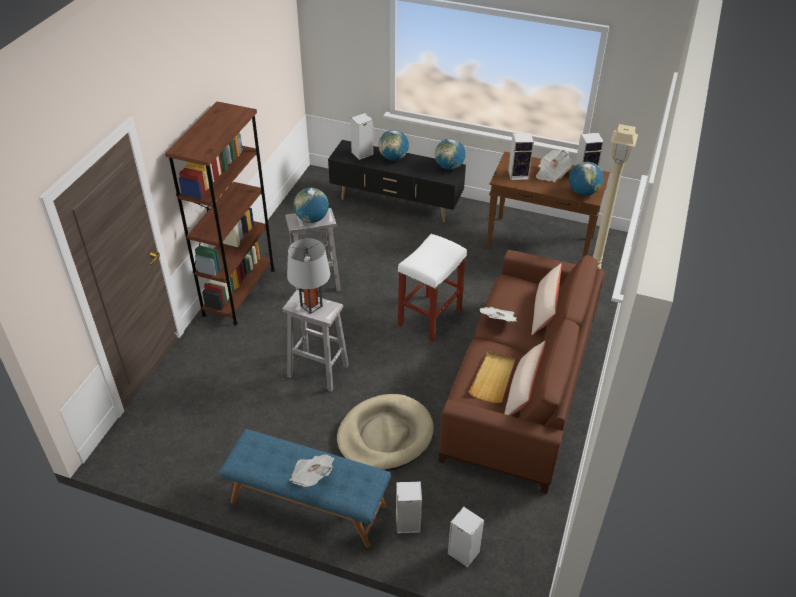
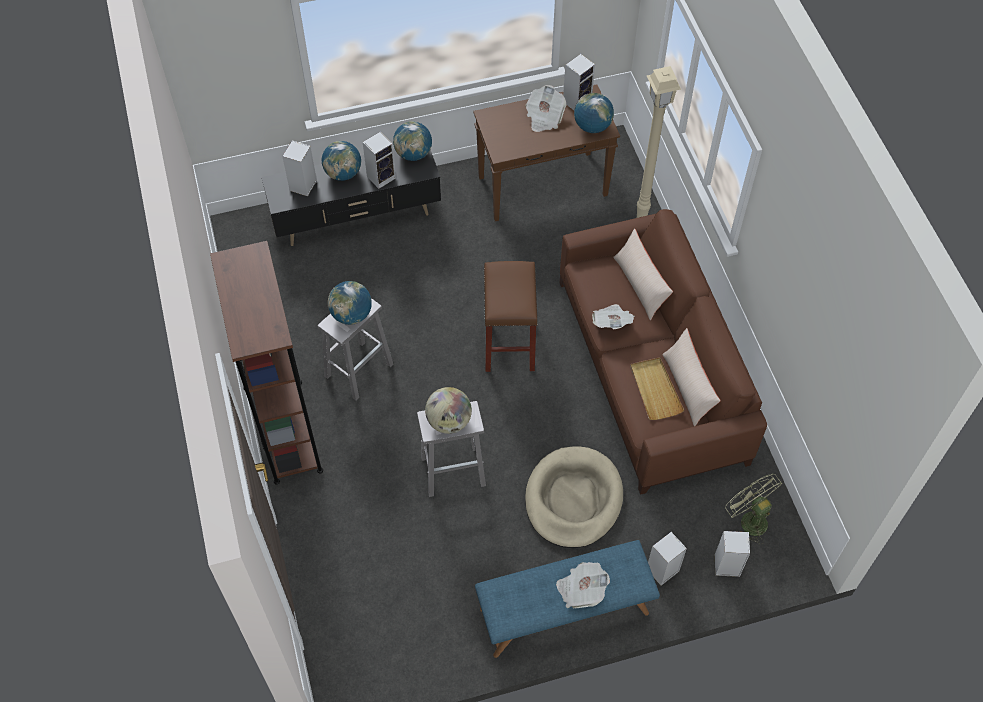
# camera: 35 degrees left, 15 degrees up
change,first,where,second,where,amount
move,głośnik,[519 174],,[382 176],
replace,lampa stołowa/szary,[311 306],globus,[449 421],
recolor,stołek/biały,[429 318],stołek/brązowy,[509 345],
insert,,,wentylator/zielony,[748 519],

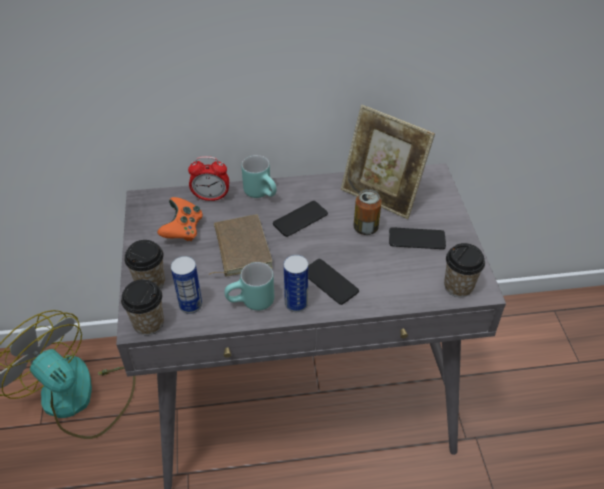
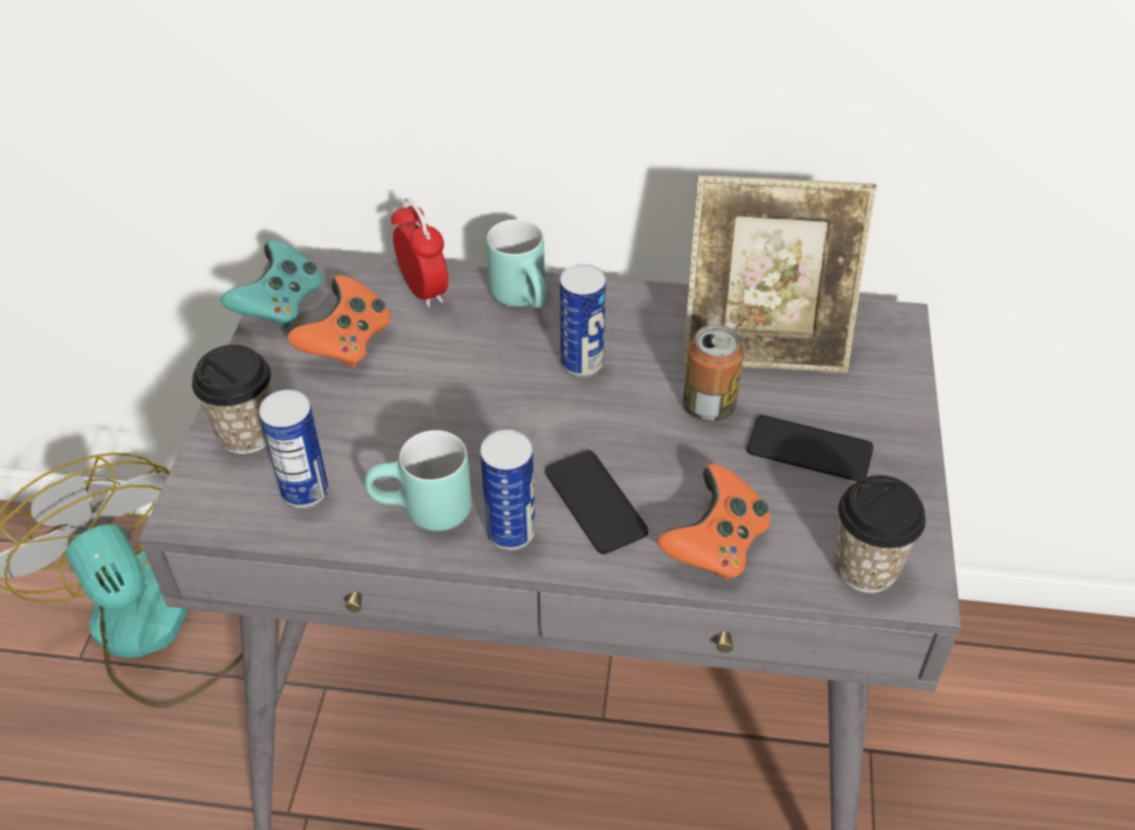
# camera: 15 degrees right, 0 degrees up
change,first,where,second,where,amount
insert,,,pad do gier/turkusowy,[280 305],
rotate,budzik,[211 197],,[424 290],135 degrees counterclockwise
replace,telefon,[300 219],puszka,[582 364],
insert,,,pad do gier/pomarańczowy,[715 545],
rotate,ramka na zdjęcie,[381 196],,[764 347],45 degrees counterclockwise
delete,filiżanka,[148 323],,,
delete,książka/brązowy,[240 248],,,

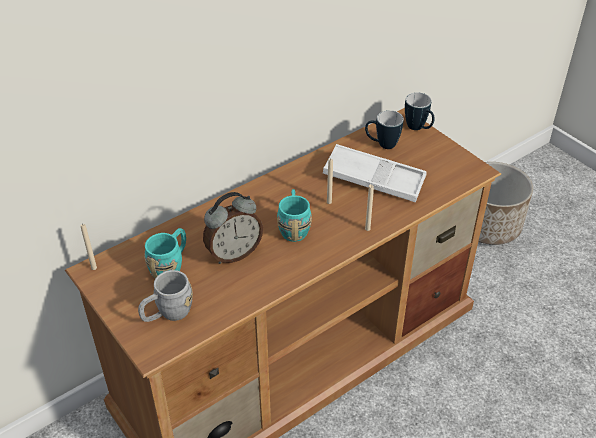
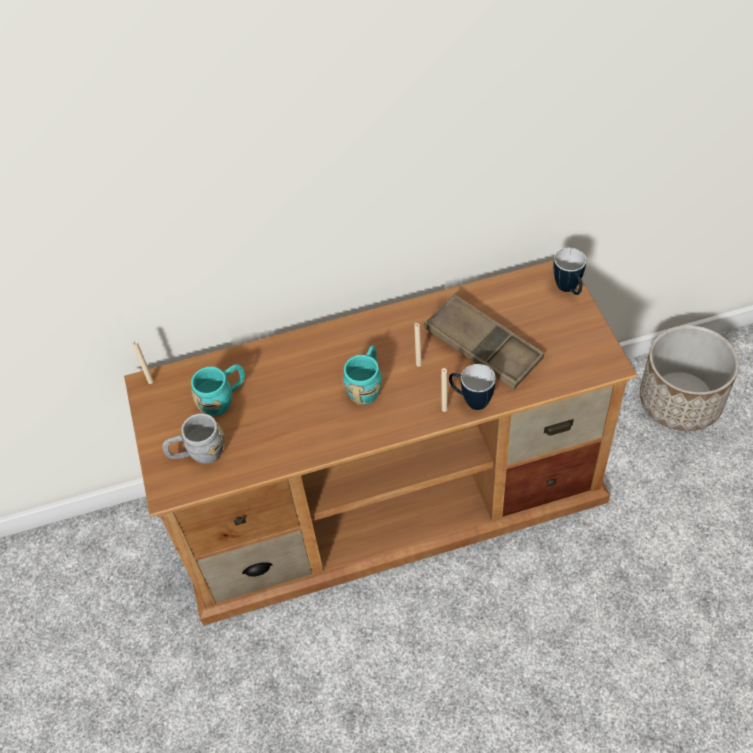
# camera: 25 degrees right, 10 degrees up
change,first,where,second,where,amount
recolor,taca/biały,[374 179],taca/brązowy,[483 347],
move,kubek,[382 144],,[471 400],
delete,budzik,[234 253],,,

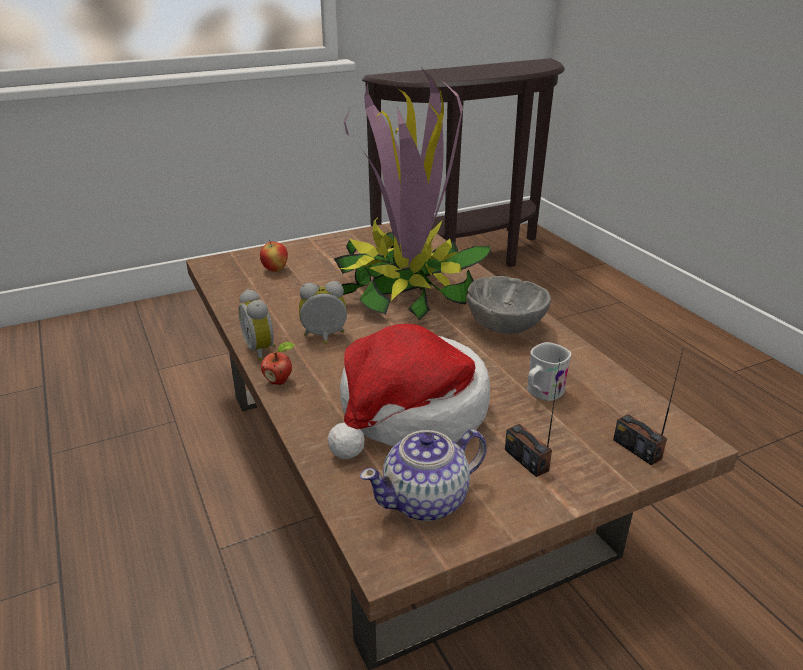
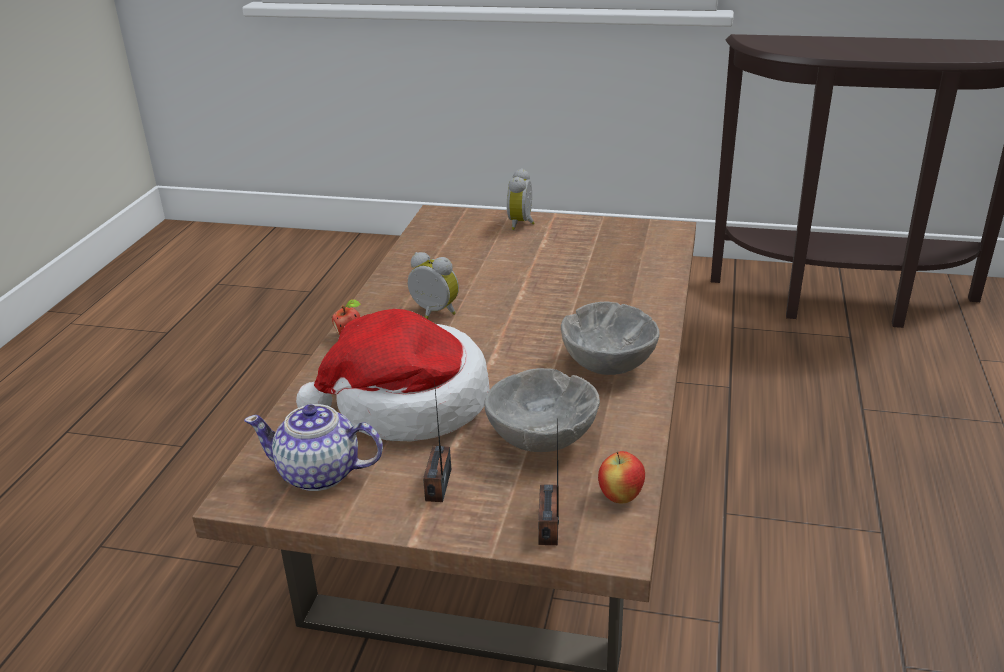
# camera: 40 degrees right, 0 degrees up
change,first,where,second,where,amount
replace,kubek/biały,[541 393],miska/szary,[542 439],
move,budzik,[262 350],,[522 224],
move,jabłko,[275 270],,[620 497],
delete,roślina doniczkowa,[406 289],,,

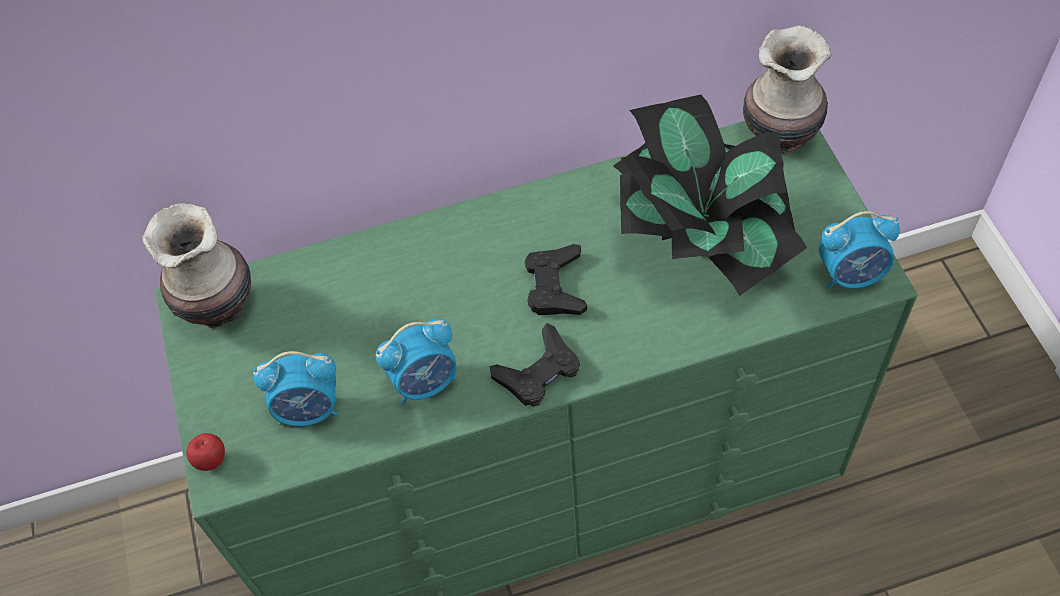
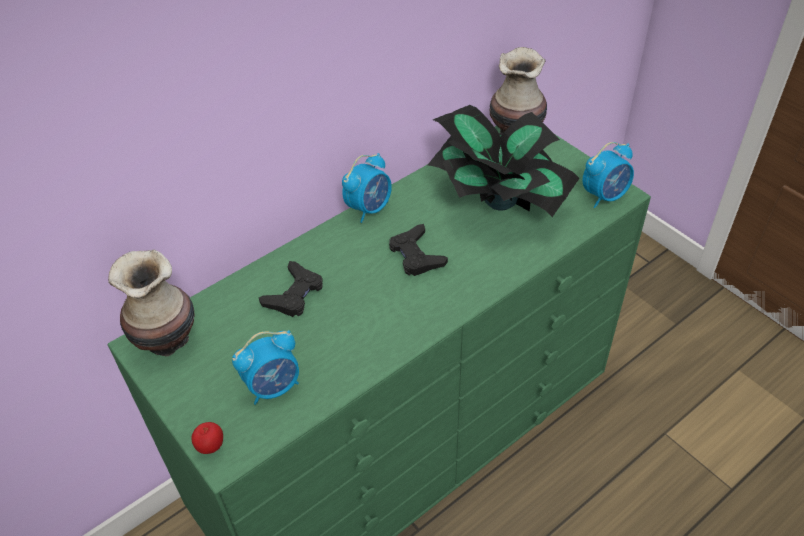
# camera: 25 degrees left, 10 degrees down
change,first,where,second,where,amount
move,pad do gier/czarny,[538 372],,[294 294],
move,budzik,[425 382],,[369 208],

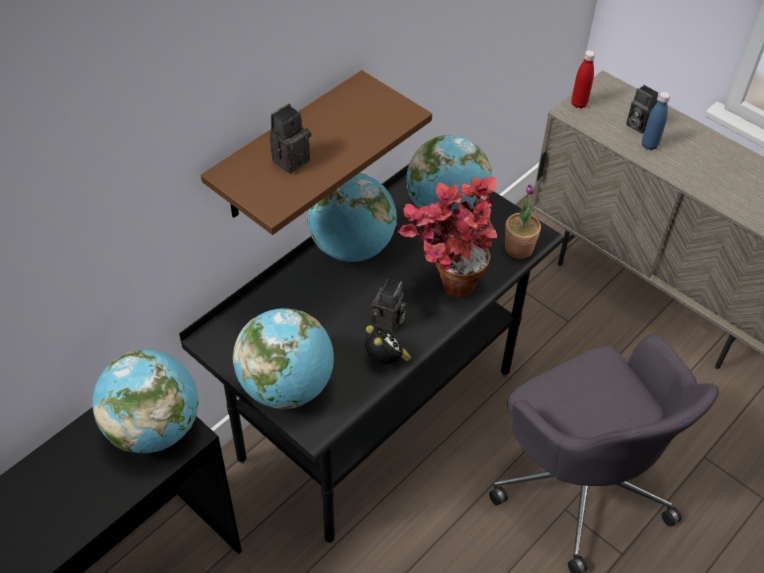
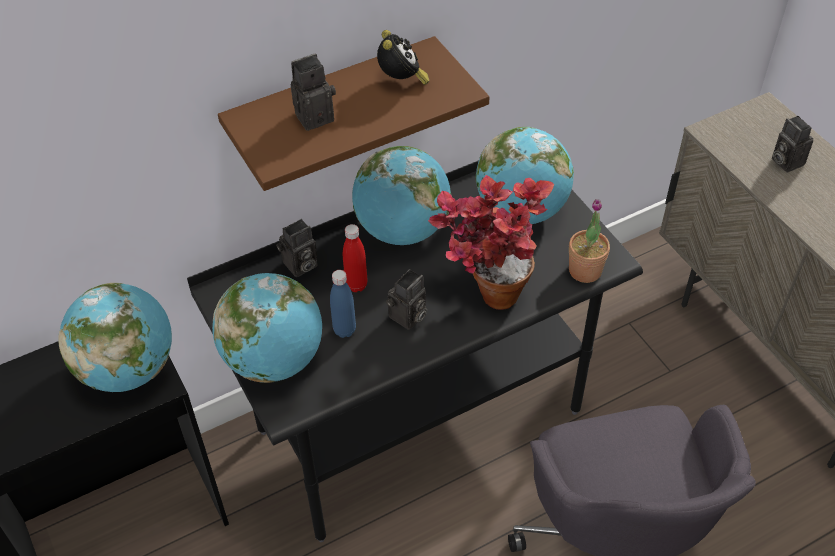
# camera: 20 degrees right, 0 degrees up
change,first,where,second,where,amount
insert,,,aparat fotograficzny,[300 266],
move,butelka/niebieski,[649 145],,[344 330],
move,butelka/czerwony,[579 104],,[356 285],
move,budzik,[385 360],,[401 81],

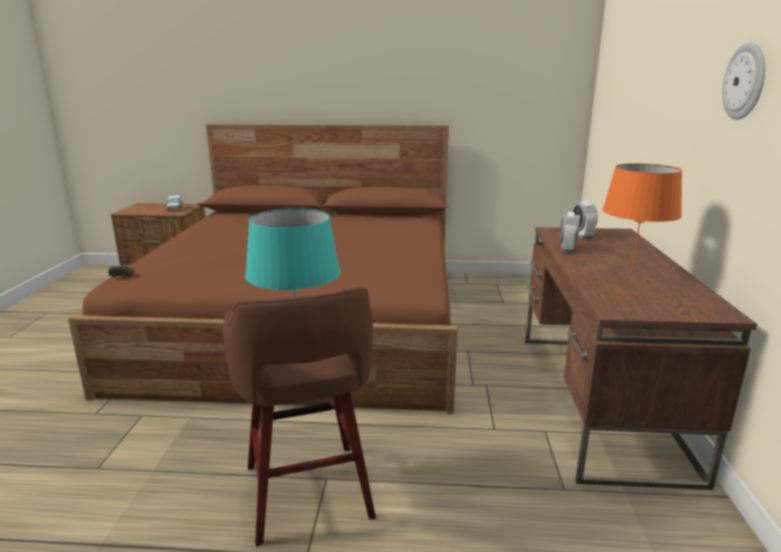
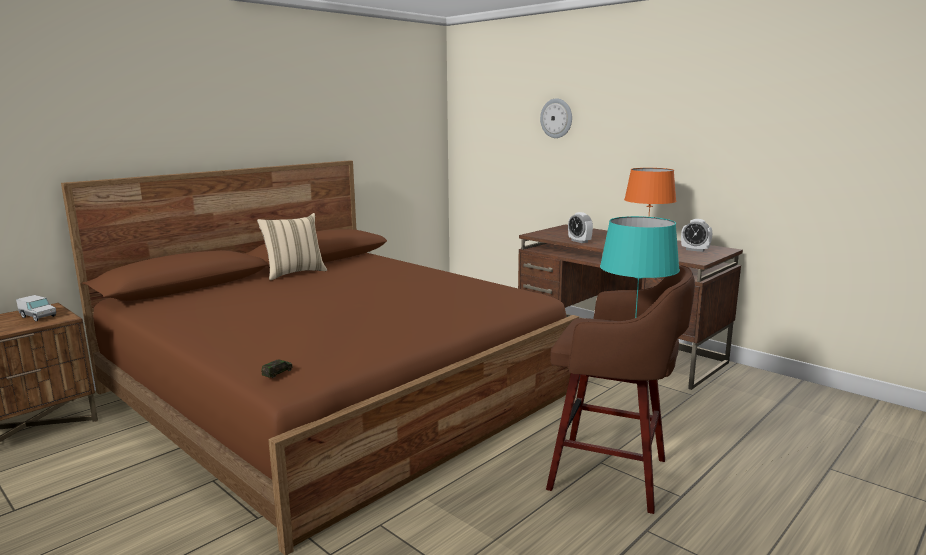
# camera: 50 degrees left, 5 degrees down
change,first,where,second,where,amount
insert,,,poduszka/beżowy,[294 273],
move,zegar ścienny,[745 82],,[556 118],
move,budzik,[582 235],,[695 250],

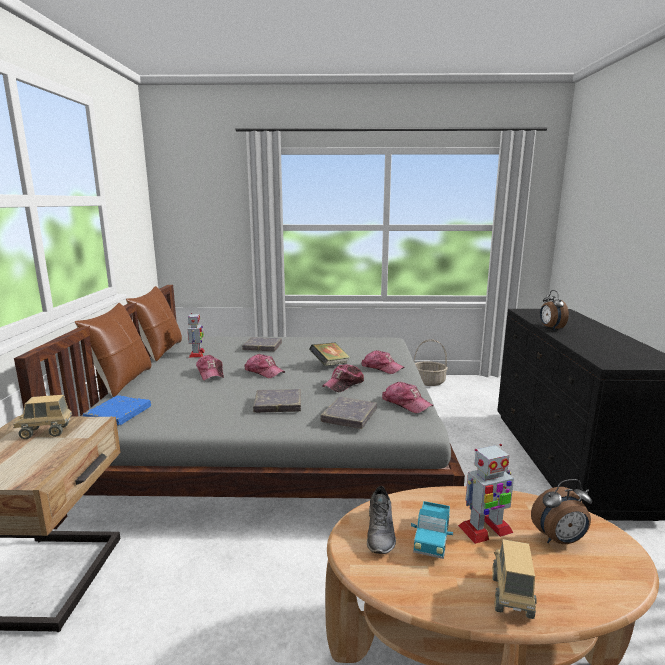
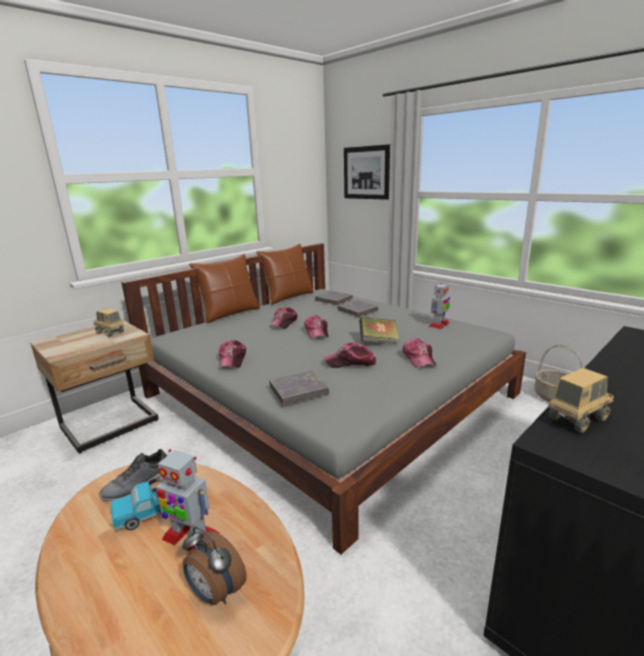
# camera: 45 degrees right, 5 degrees up
change,first,where,second,where,amount
move,czapka z daszkiem,[406 403],,[232 360],
move,książka/szary,[278 404],,[333 300],
insert,,,obraz,[366 173],
move,robot zabawkowy,[197 354],,[439 324],
move,ciężarówka zabawkowa,[511 597],,[577 419],
delete,książka/niebieski,[118 414],,,
delete,budzik,[550 328],,,

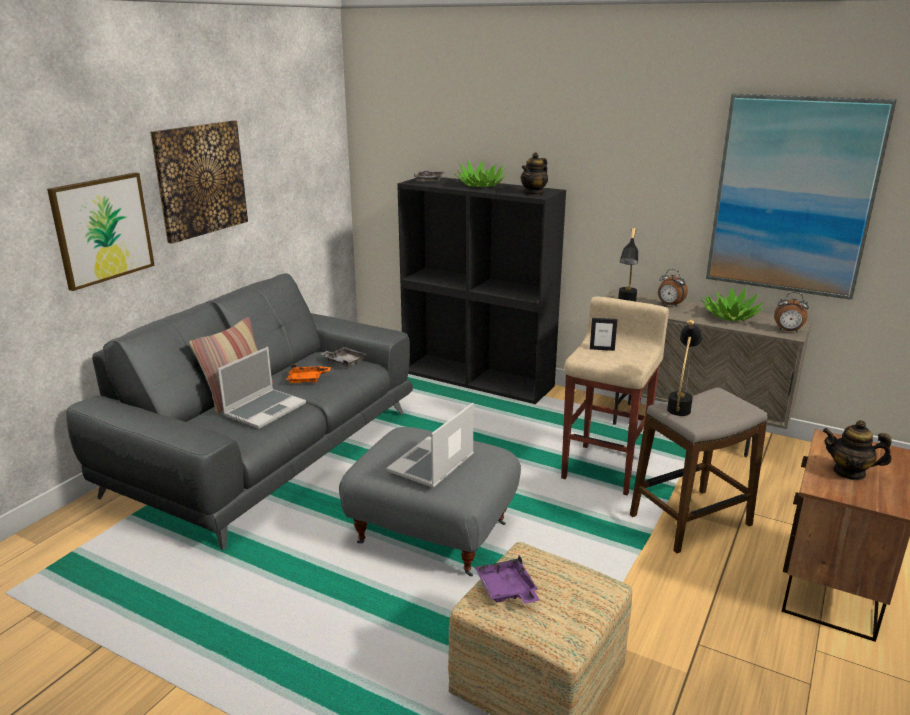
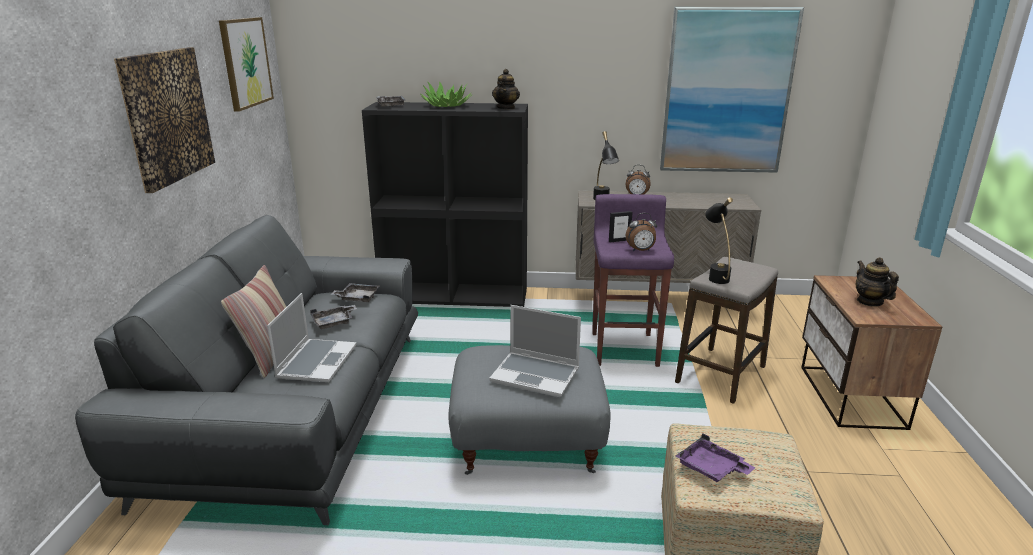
# camera: 25 degrees left, 0 degrees up
change,first,where,second,where,amount
move,obraz,[102 229],,[245 62],
recolor,taca/pomarańczowy,[307 379],taca/szary,[334 322],
rotate,laptop,[431 465],,[536 375],75 degrees counterclockwise
recolor,stołek/beżowy,[606 469],stołek/fioletowy,[625 349],
move,budzik,[788 331],,[640 250],
rotate,imbryk,[849 472],,[869 302],75 degrees clockwise
delete,roślina doniczkowa,[730 316],,,

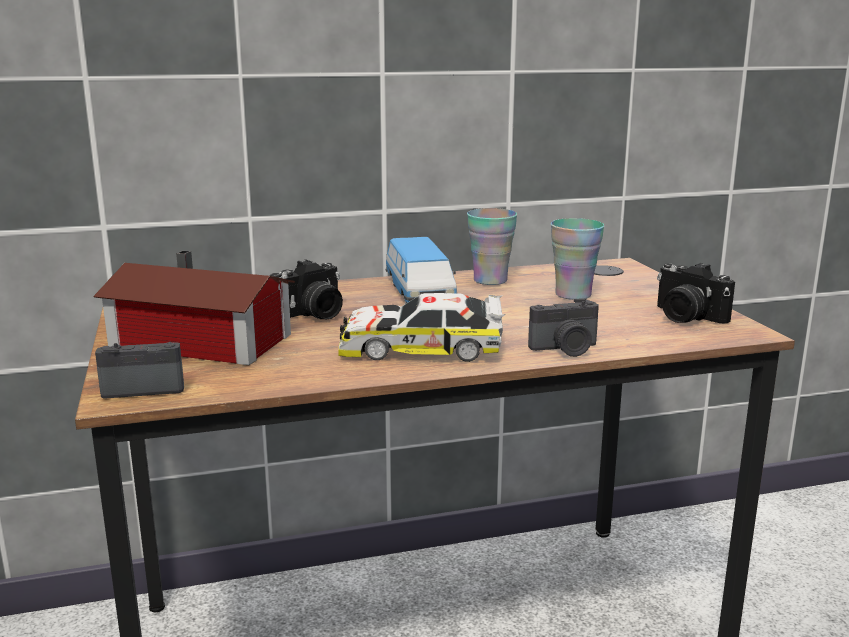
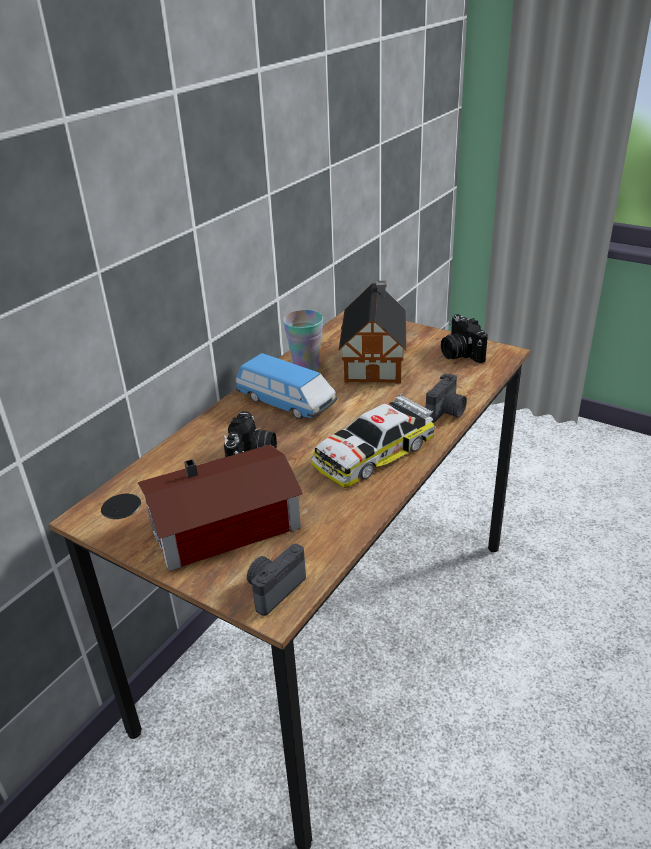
# camera: 40 degrees left, 15 degrees up
change,first,where,second,where,amount
replace,filiżanka,[573 295],domek,[375 360],
rotate,aparat fotograficzny,[685 317],,[459 353],60 degrees clockwise

